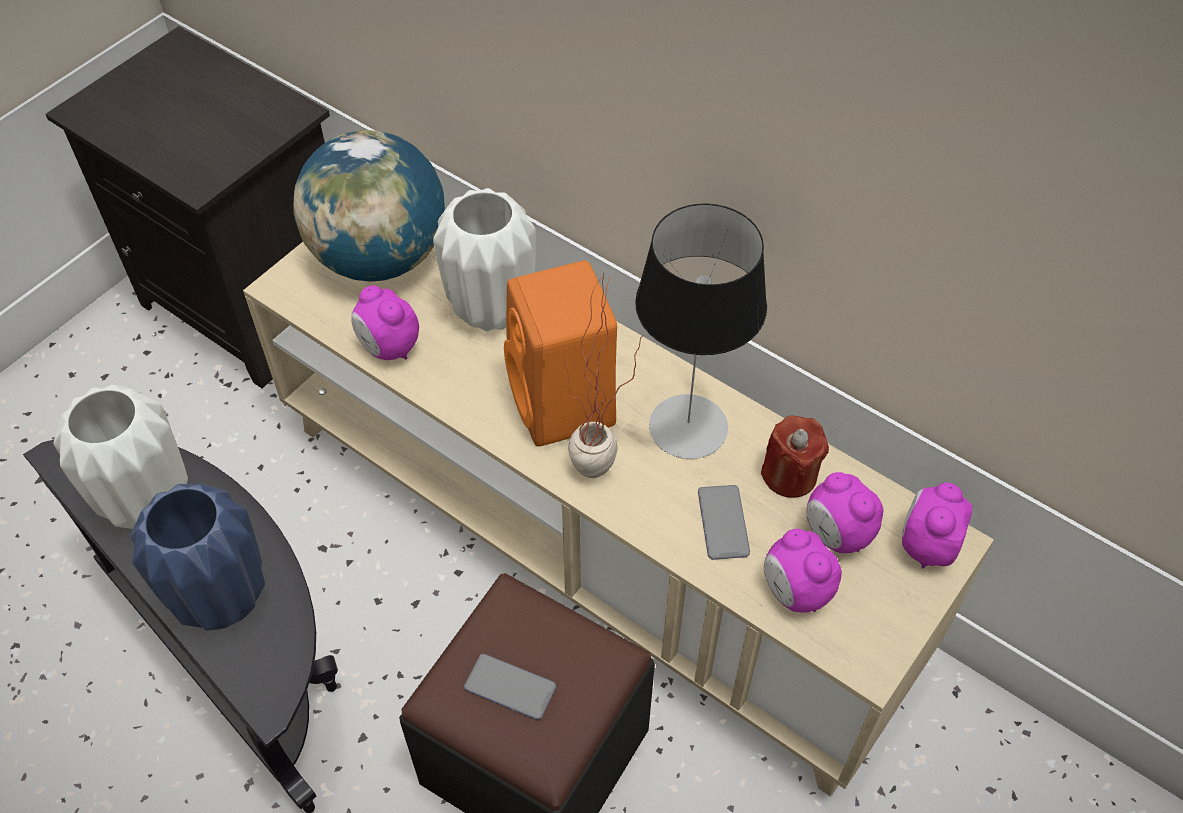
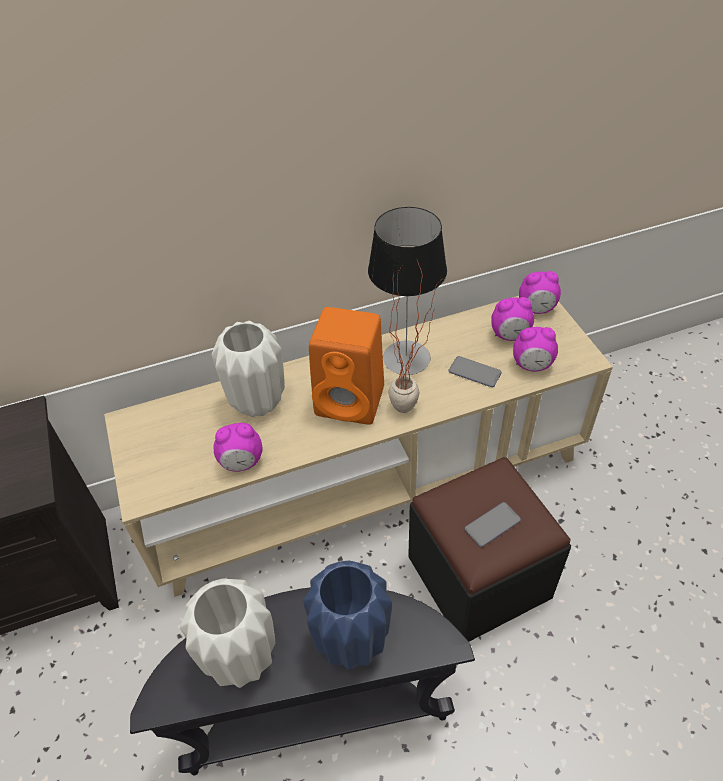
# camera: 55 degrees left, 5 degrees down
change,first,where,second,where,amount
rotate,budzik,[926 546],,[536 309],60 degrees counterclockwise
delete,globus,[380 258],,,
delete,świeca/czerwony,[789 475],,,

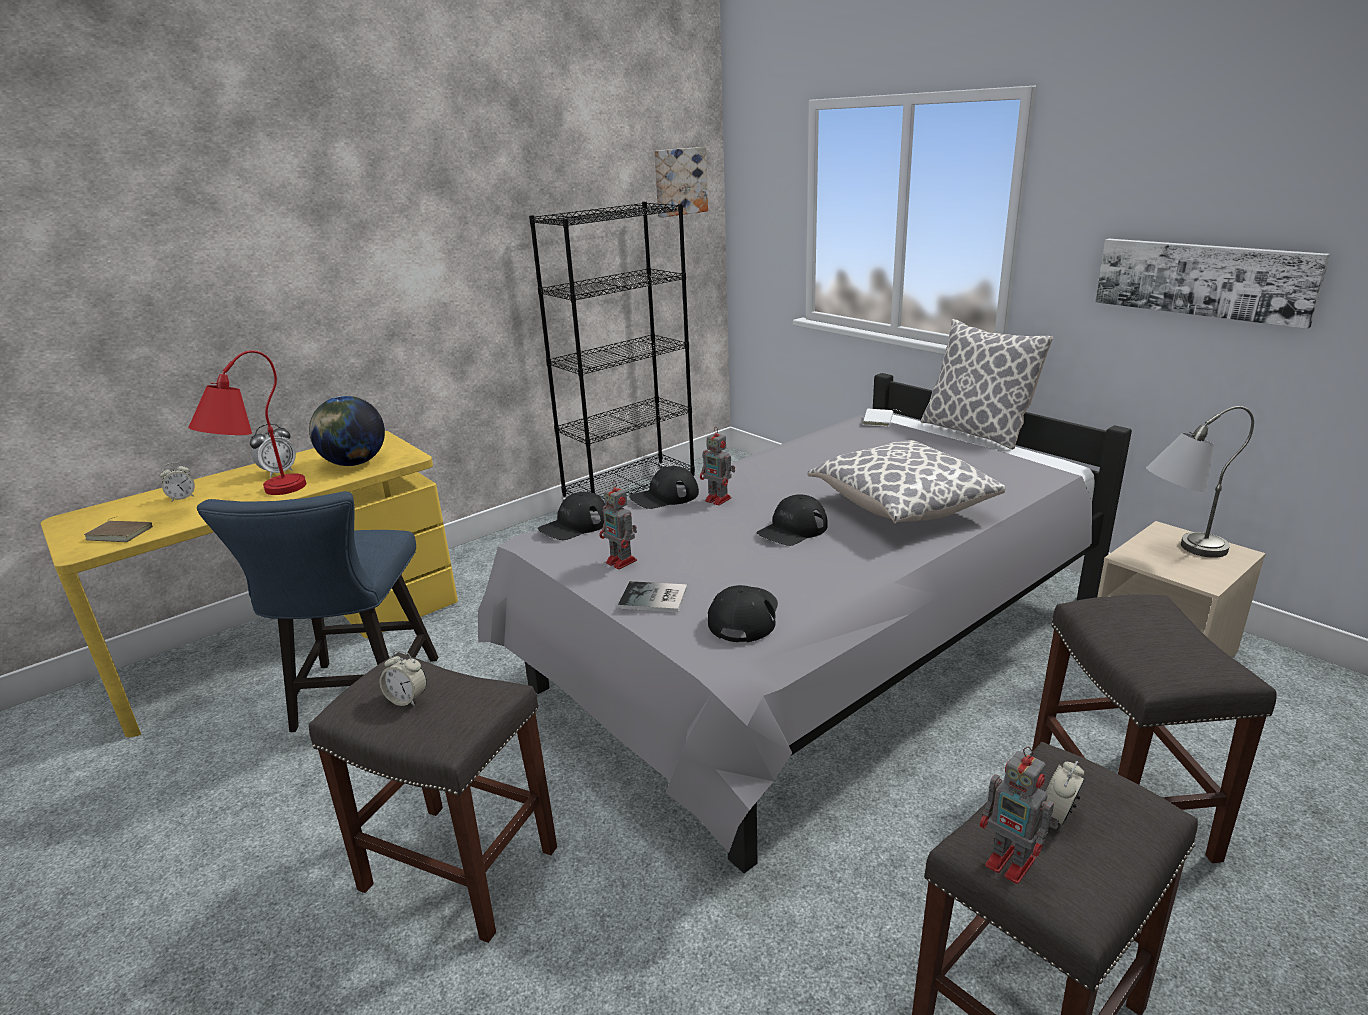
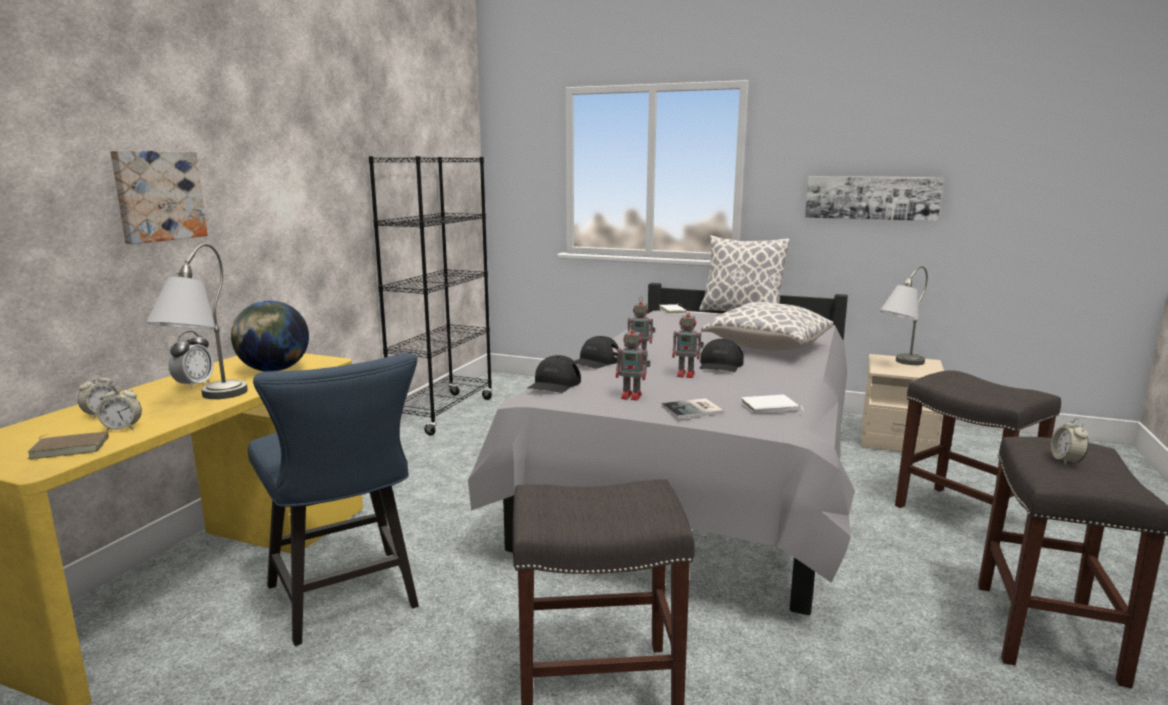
# camera: 30 degrees left, 10 degrees down
change,first,where,second,where,amount
move,budzik,[407 699],,[122 428],
move,obraz,[679 181],,[158 195],
recolor,lampa stołowa/czerwony,[259 496],lampa stołowa/szary,[206 401],
move,robot zabawkowy,[1012 864],,[687 375],
replace,czapka z daszkiem/czarny,[744 616],książka/biały,[770 408],

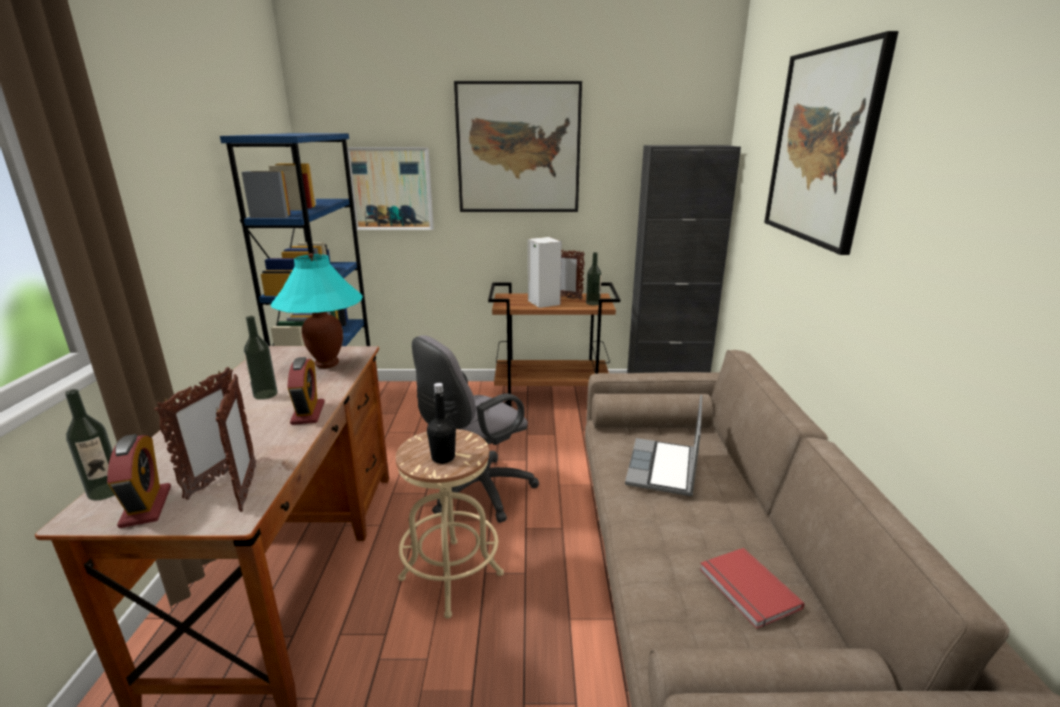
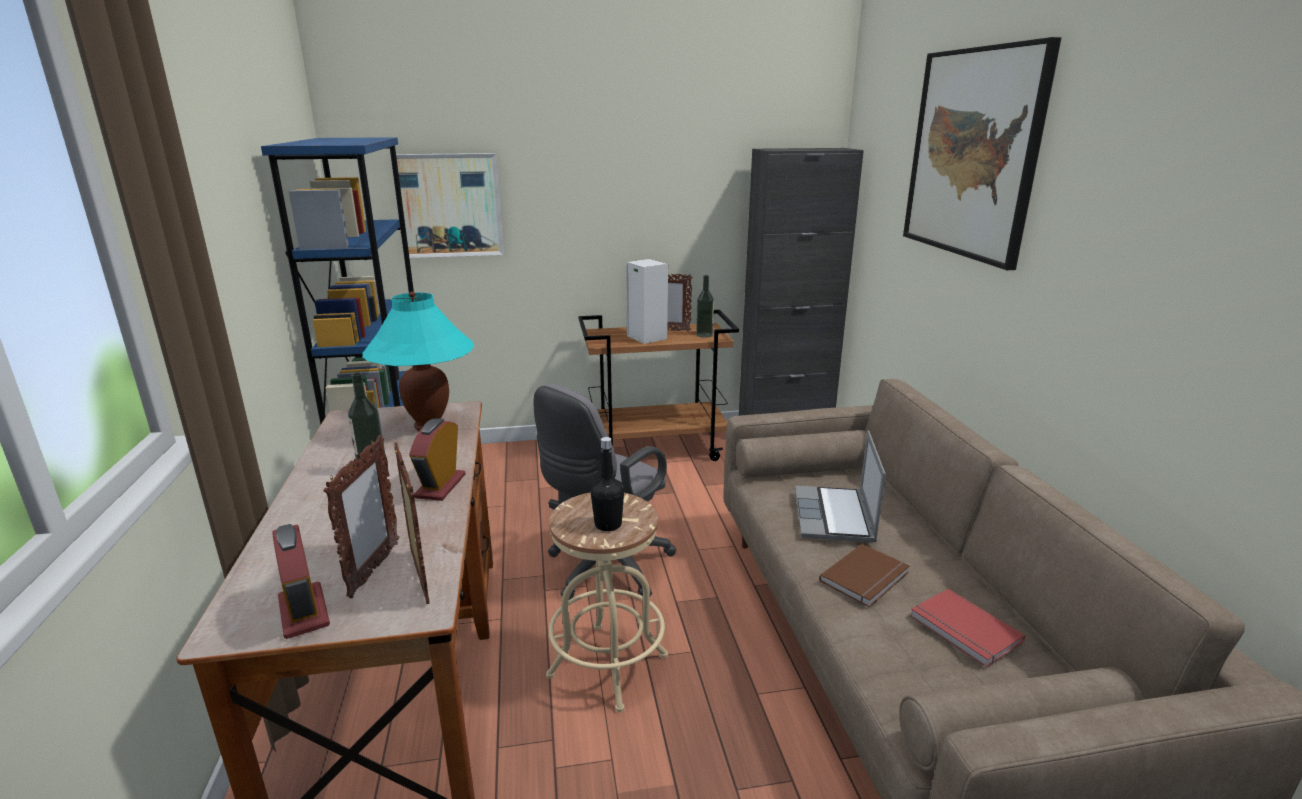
# camera: 10 degrees left, 0 degrees up
change,first,where,second,where,amount
rotate,budzik,[308 413],,[440 486],150 degrees counterclockwise
insert,,,książka/brązowy,[867 578],
delete,butelka,[106 491],,,
delete,obraz,[518 148],,,

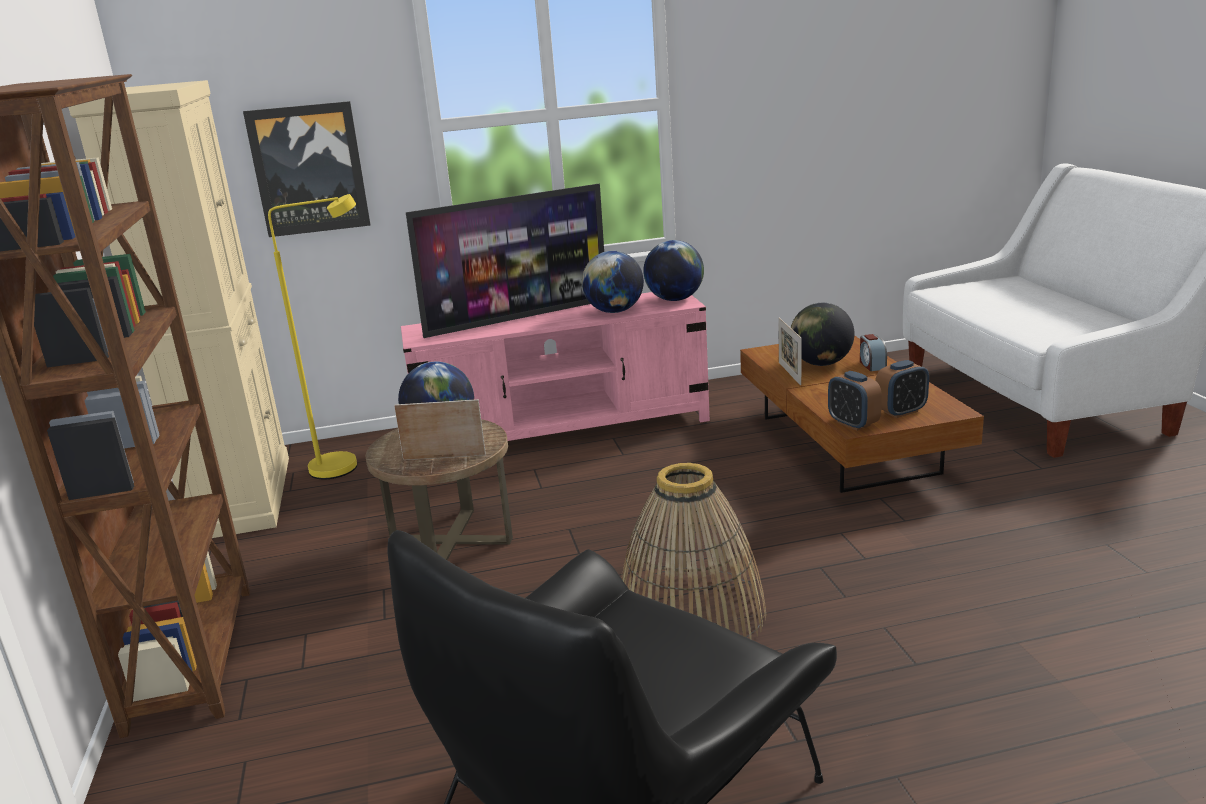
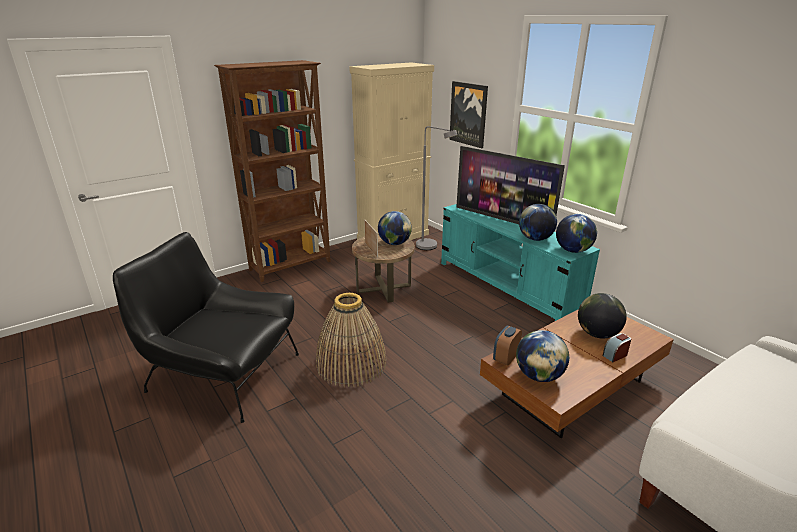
# camera: 65 degrees right, 5 degrees up
change,first,where,second,where,amount
recolor,lampa stojąca/żółty,[347 465],lampa stojąca/szary,[431 247],
recolor,szafka pod telewizor/różowy,[564 429],szafka pod telewizor/turkusowy,[507 286],
replace,budzik,[901 412],globus,[539 376],
delete,ramka na zdjęcie,[789 373],,,

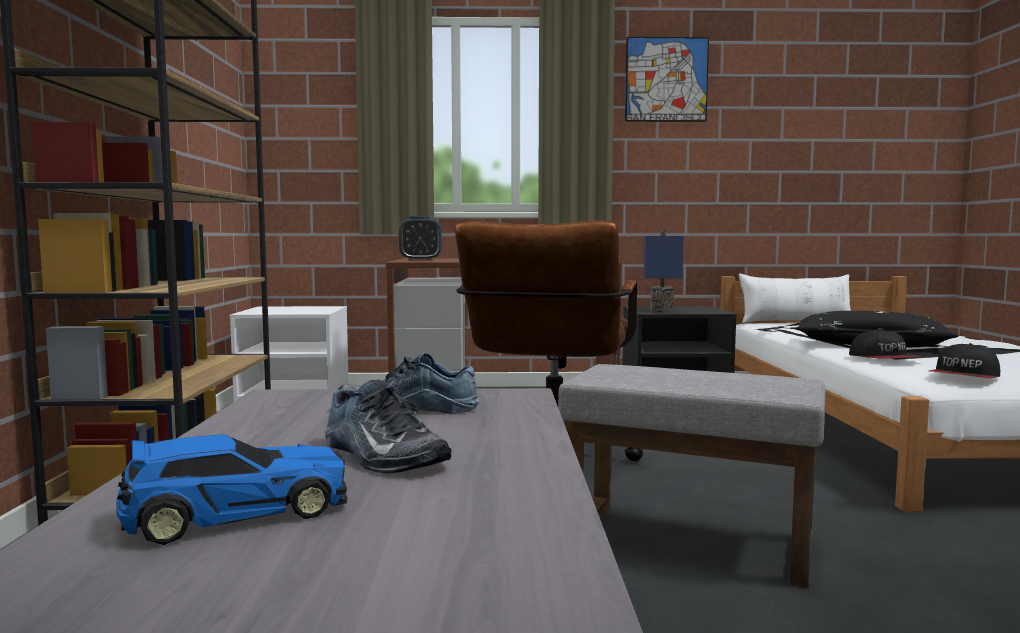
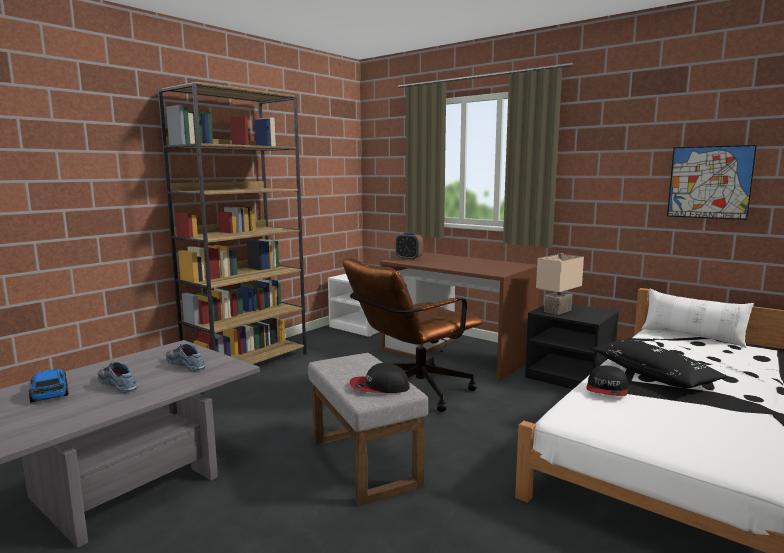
# camera: 40 degrees right, 5 degrees up
change,first,where,second,where,amount
rotate,samochodzik,[233 513],,[49 392],135 degrees counterclockwise
rotate,but,[379 456],,[120 384],135 degrees clockwise
move,czapka z daszkiem,[964 377],,[379 387],
recolor,lampa stołowa/niebieski,[663 310],lampa stołowa/beżowy,[558 311],
move,obraz,[666 79],,[709 182],

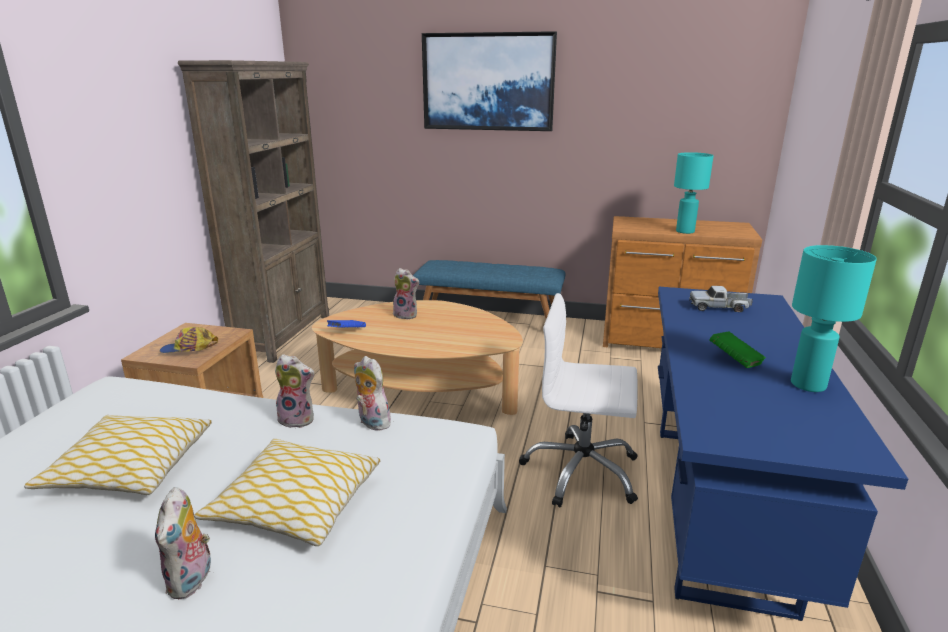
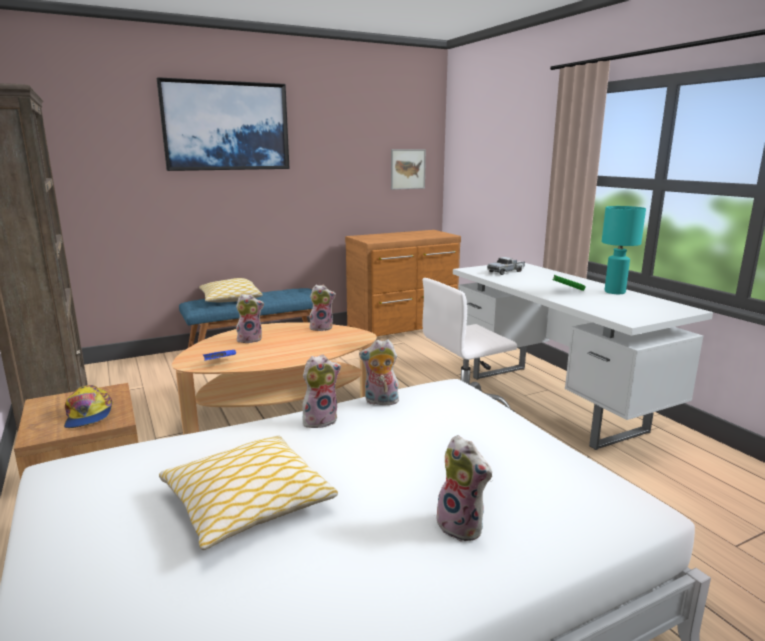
# camera: 40 degrees left, 5 degrees down
change,first,where,second,where,amount
rotate,czapka z daszkiem,[189 349],,[88 415],60 degrees counterclockwise
move,poduszka,[295 504],,[230 299],
insert,,,pluszak,[322 328],
insert,,,obraz,[407 169],
recolor,biurko/niebieski,[718 508],biurko/biały,[553 402],
delete,lampa stołowa/turkusowy,[685 231],,,

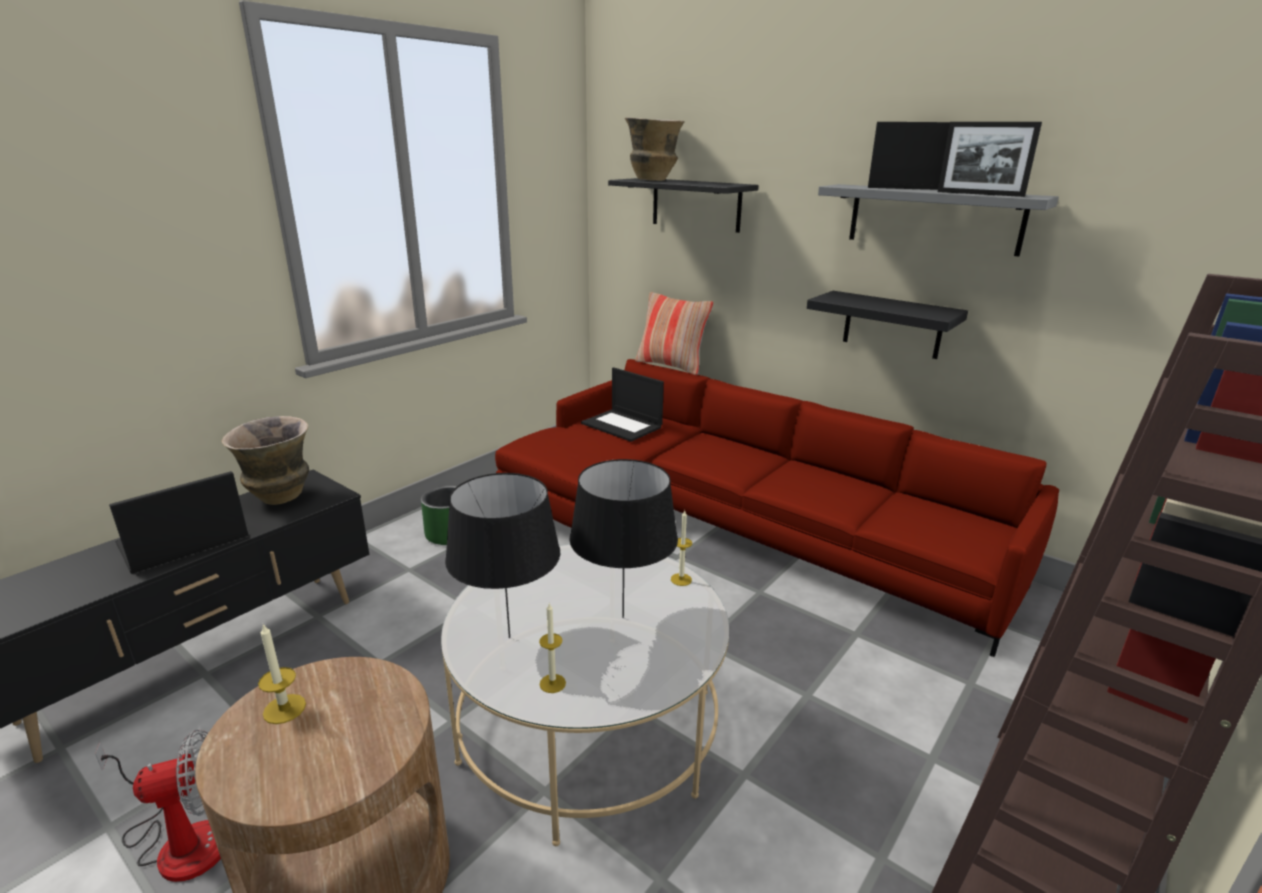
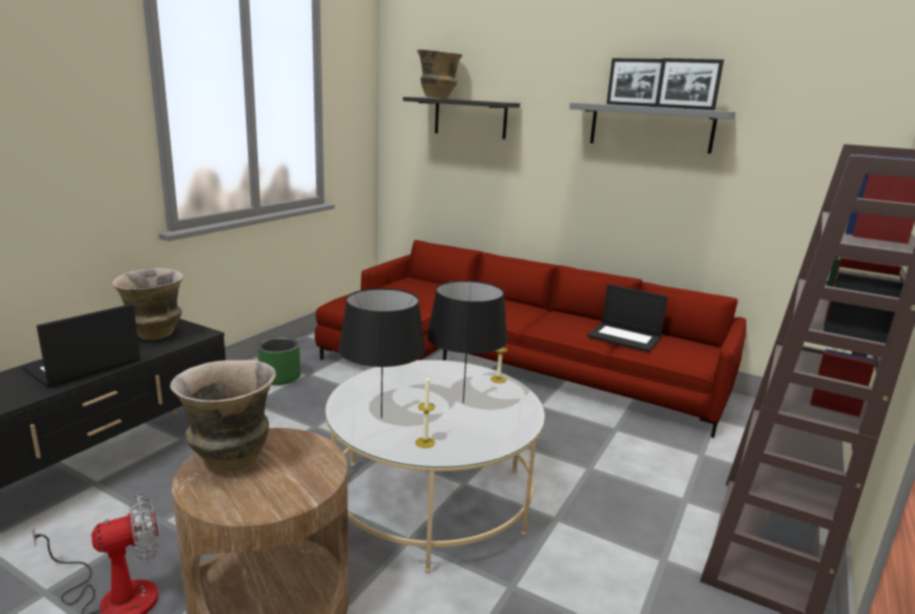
# camera: 10 degrees left, 5 degrees down
change,first,where,second,where,amount
replace,świeca,[284 709],wazon,[229 460],
move,laptop,[623 425],,[625 337],
rotate,ramka na zdjęcie,[906 188],,[632 105],150 degrees counterclockwise
delete,poduszka,[671 365],,,
delete,półka/czarny,[892 325],,,

